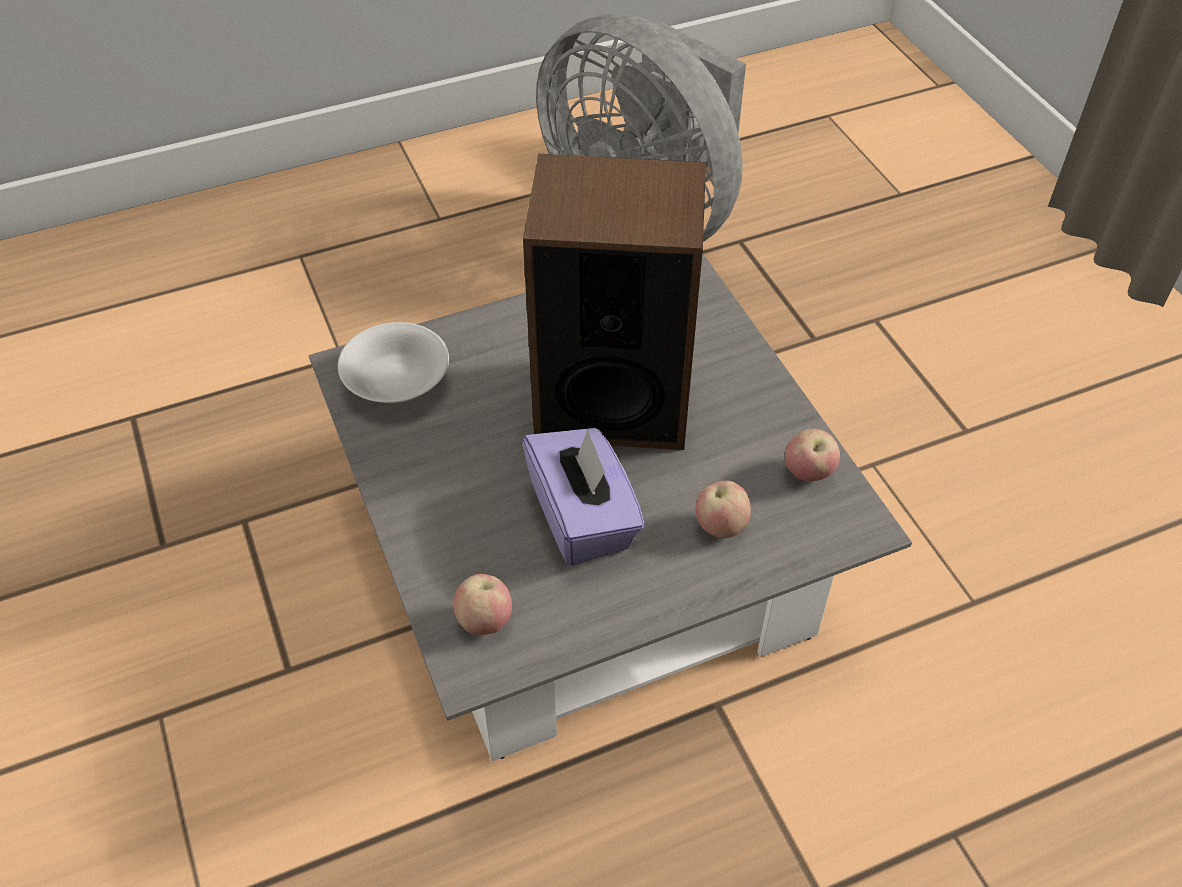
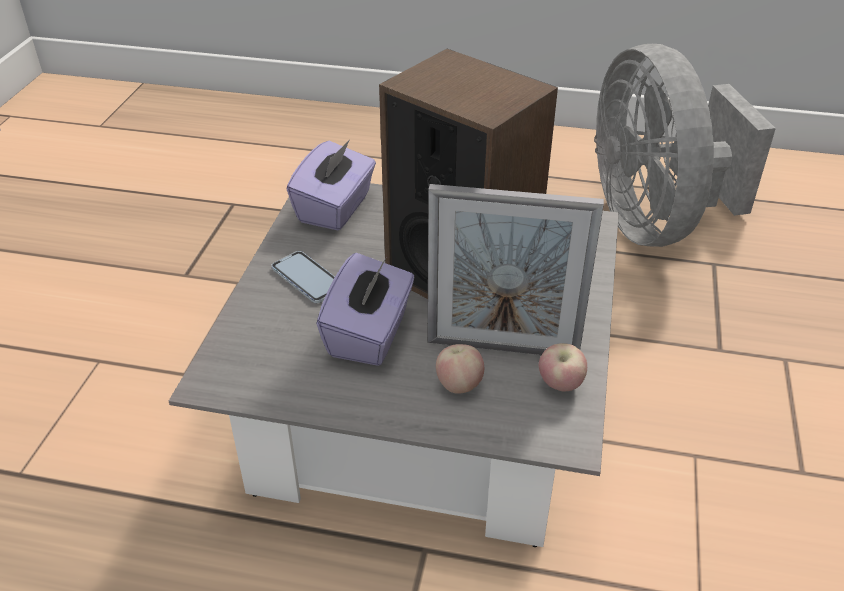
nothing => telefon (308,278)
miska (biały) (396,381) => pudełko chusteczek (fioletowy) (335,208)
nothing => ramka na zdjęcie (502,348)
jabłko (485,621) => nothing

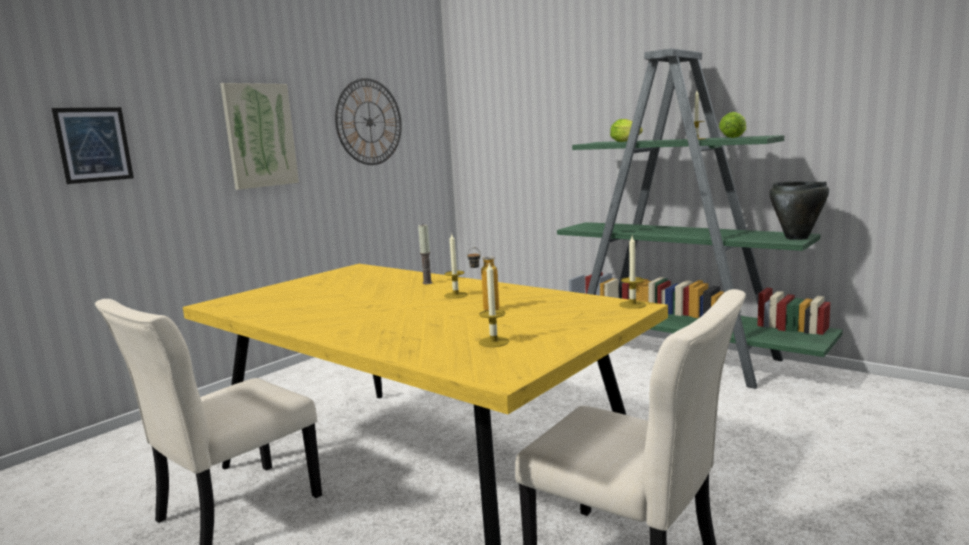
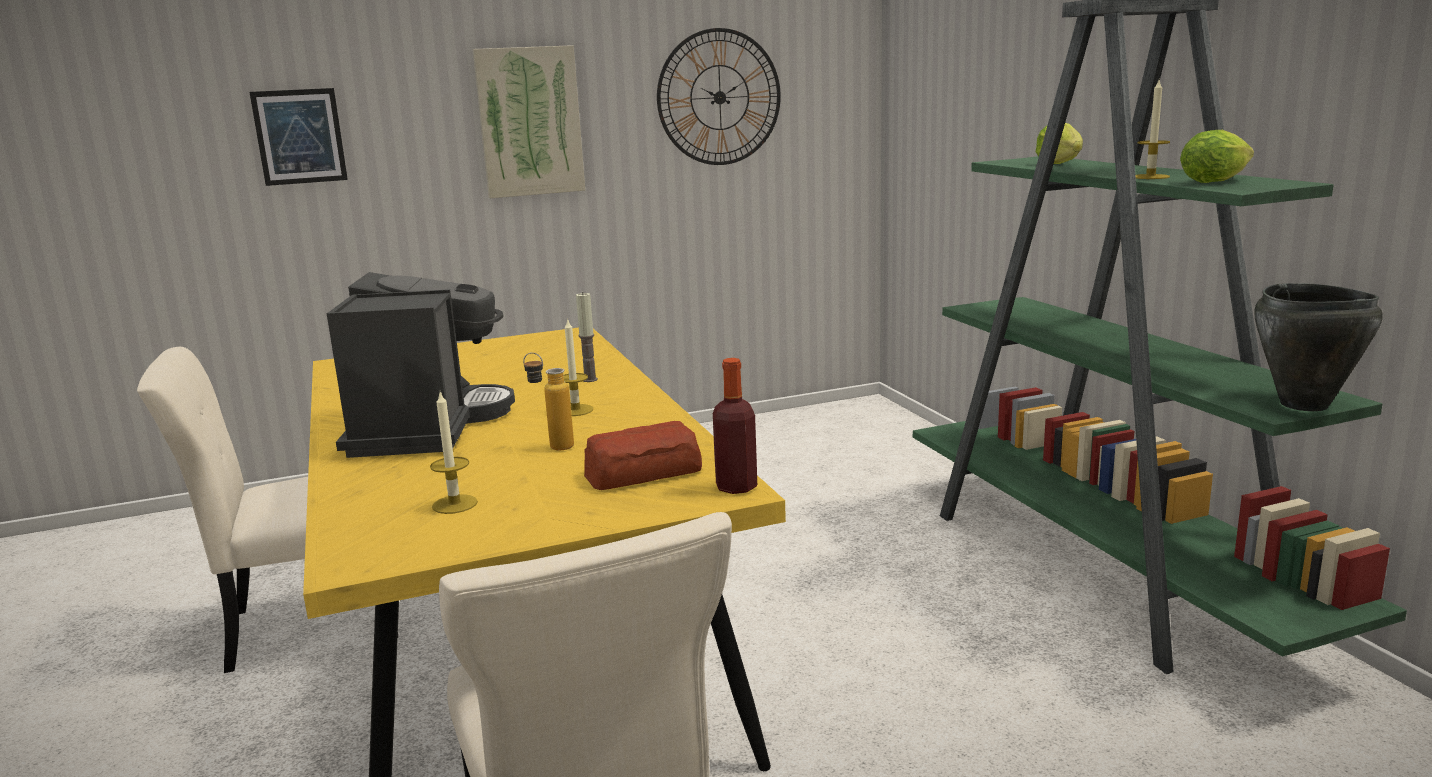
nothing => ekspres do kawy (425,427)
nothing => chleb (645,472)
świeca (632,304) => butelka (736,487)

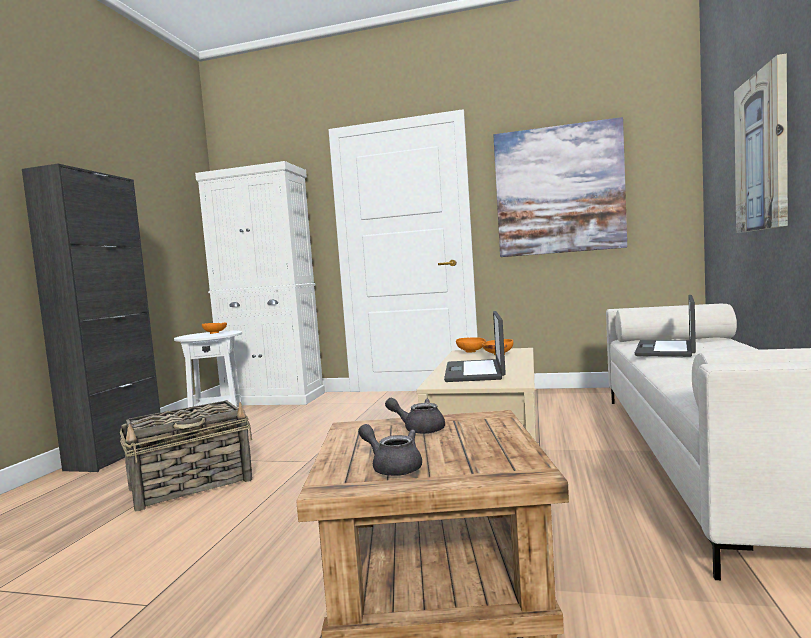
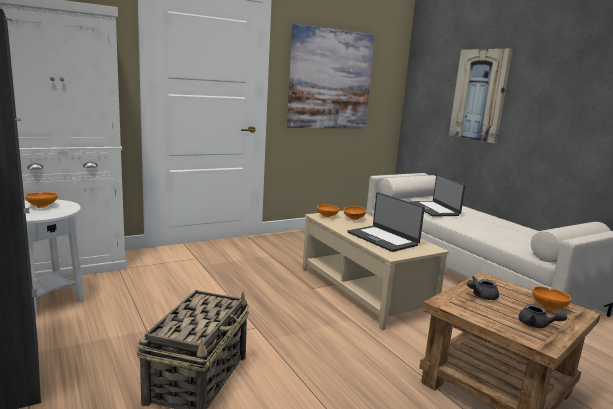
imbryk (szary) (392,467) => imbryk (szary) (537,325), 135 degrees counterclockwise
nothing => miska (pomarańczowy) (549,307)

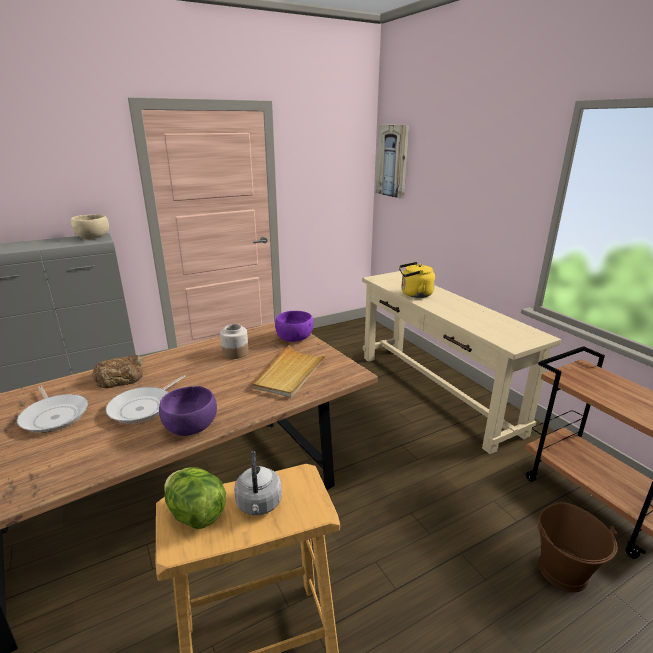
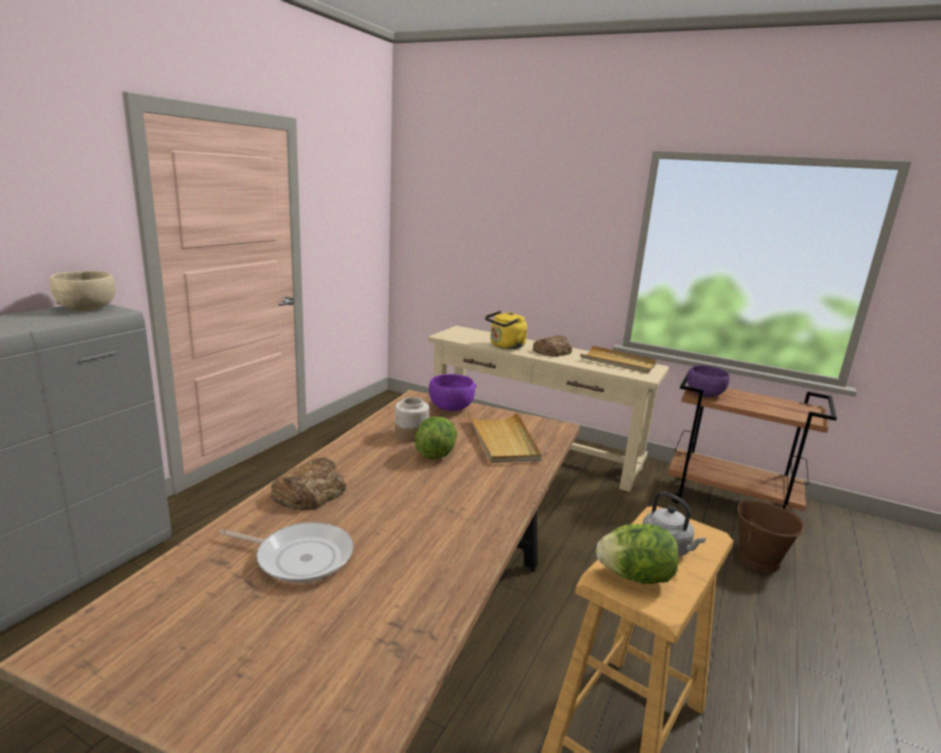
nothing => sałata (436,453)
nothing => chleb (552,351)
nothing => taca (beżowy) (618,362)
miska (fioletowy) (191,426) => miska (fioletowy) (704,393), moved
patelnia (143,407) => nothing
obraz (392,161) => nothing

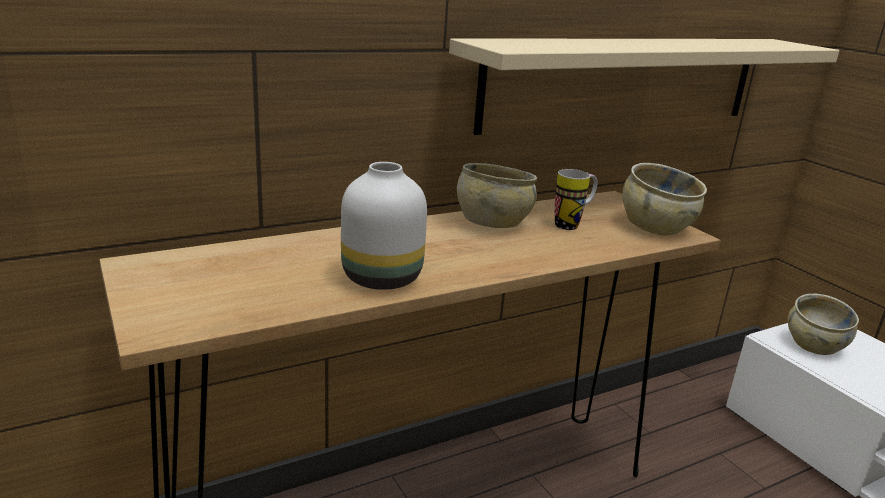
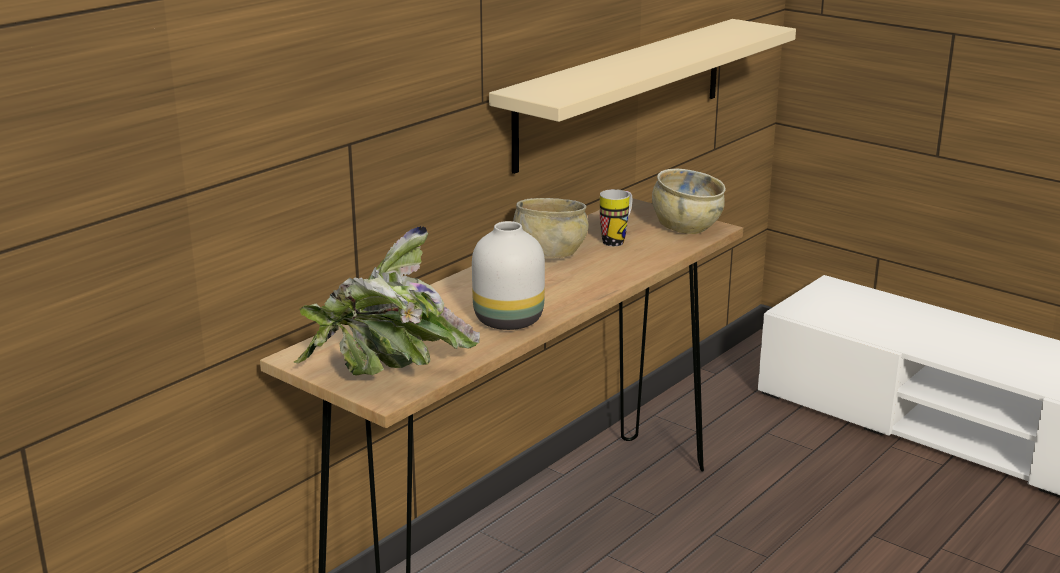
nothing => roślina doniczkowa (384,375)
miska (beżowy) (814,345) => nothing

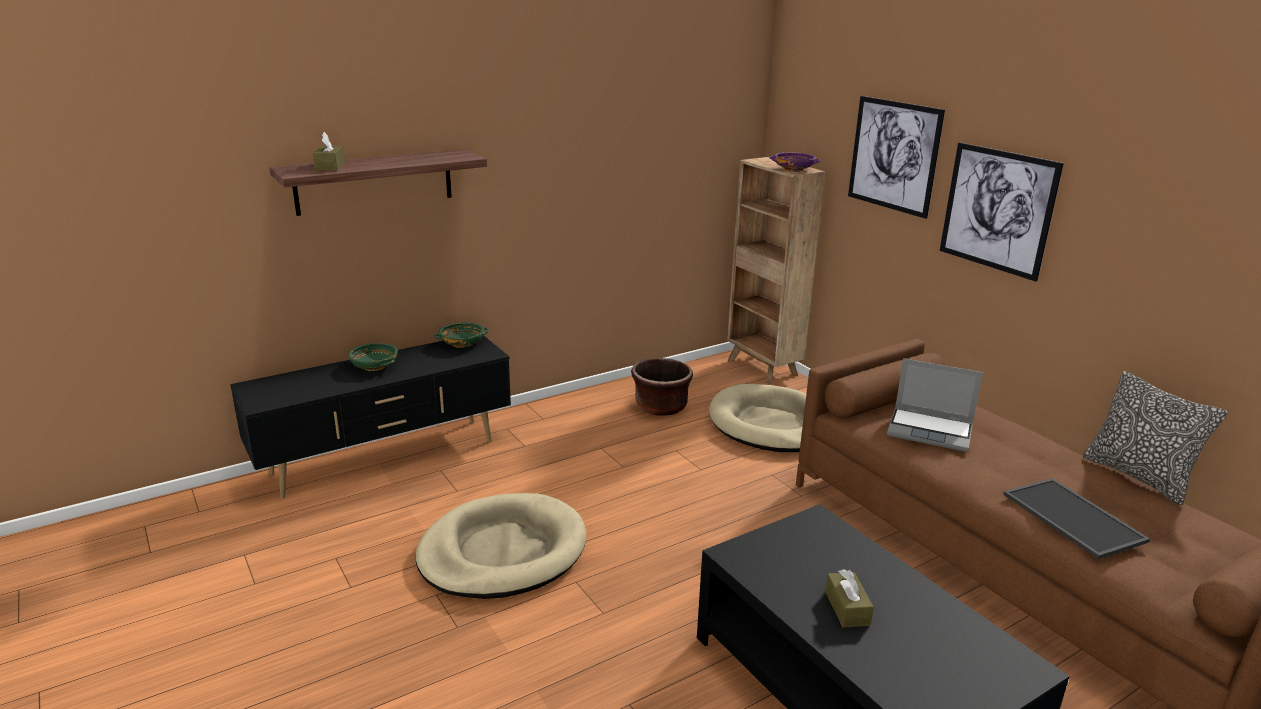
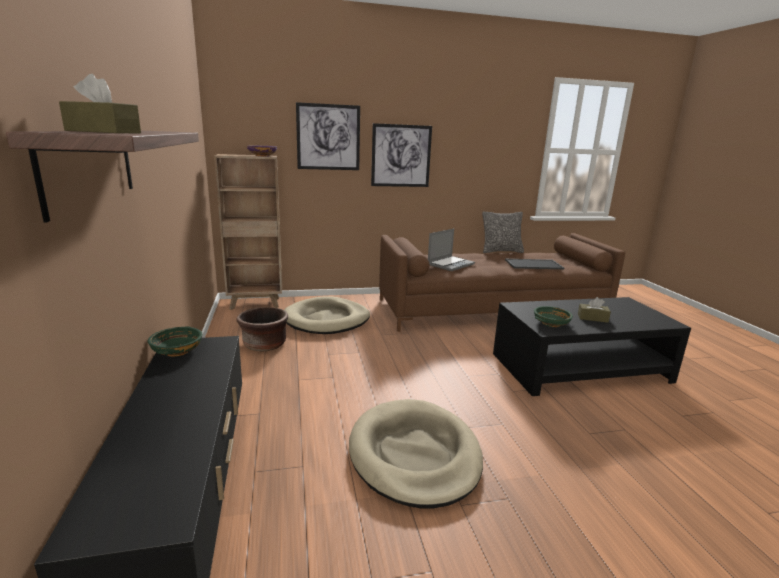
miska (zielony) (374,366) => miska (zielony) (551,324), moved

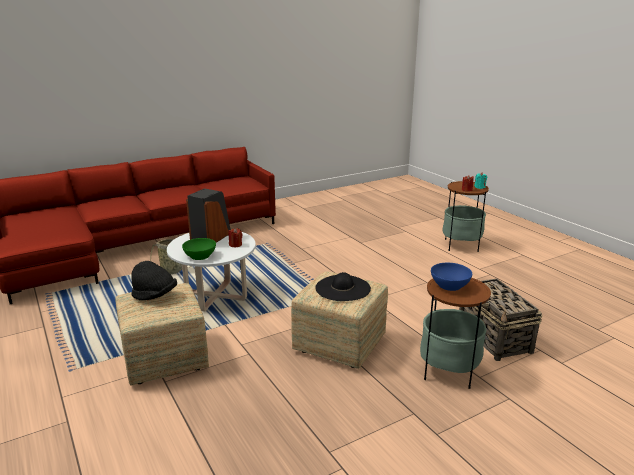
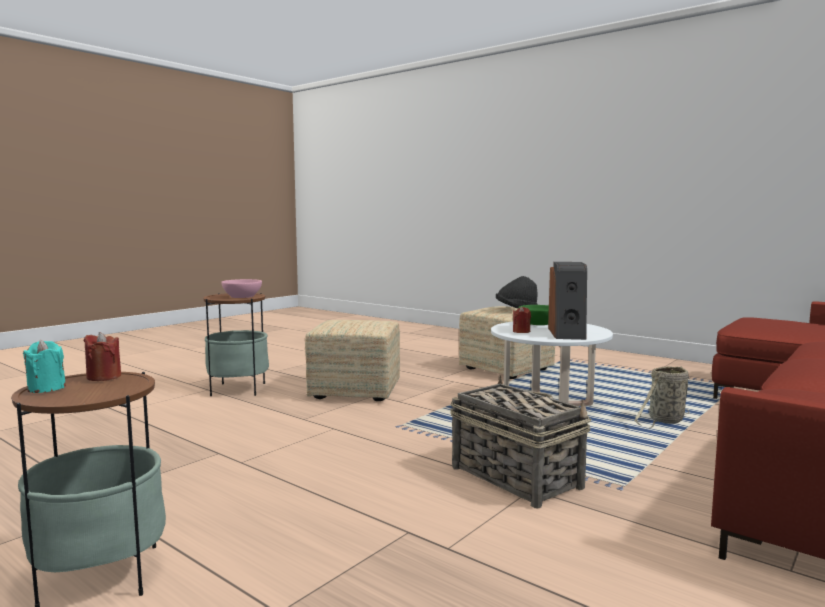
miska (niebieski) (449,285) => miska (różowy) (242,296)
koszyk (494,338) => koszyk (514,476), moved
kapelusz (czarny) (343,288) => nothing

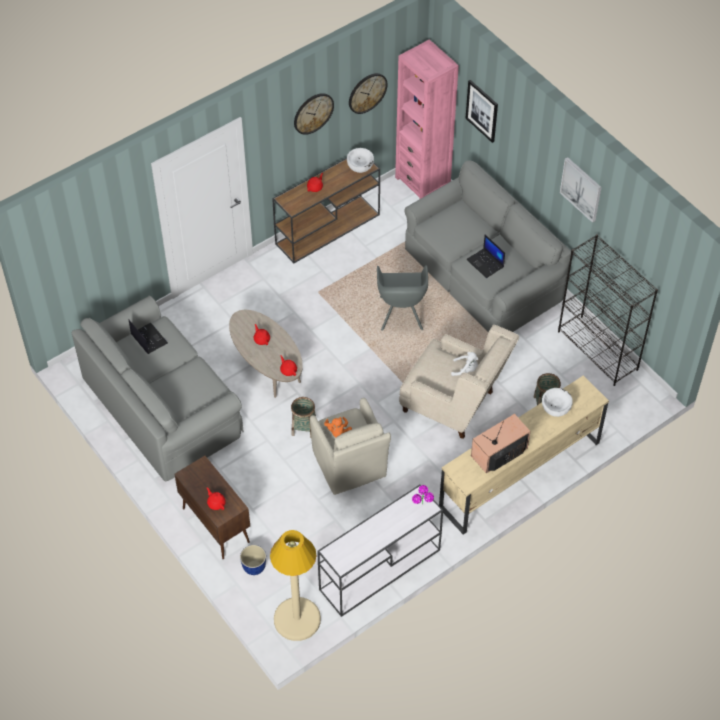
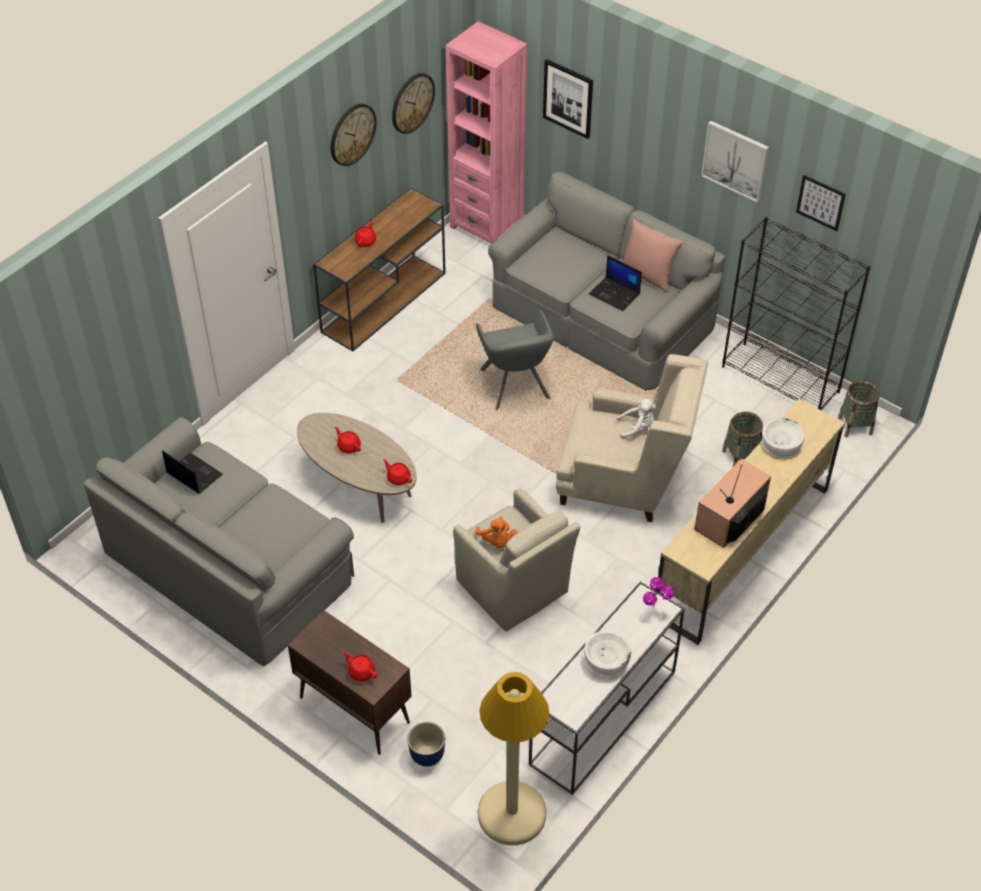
miska (biały) (360,165) => miska (biały) (606,660), moved
nothing => poduszka (różowy) (648,276)
nothing => obraz (820,202)
koszyk (304,428) => koszyk (855,425), moved

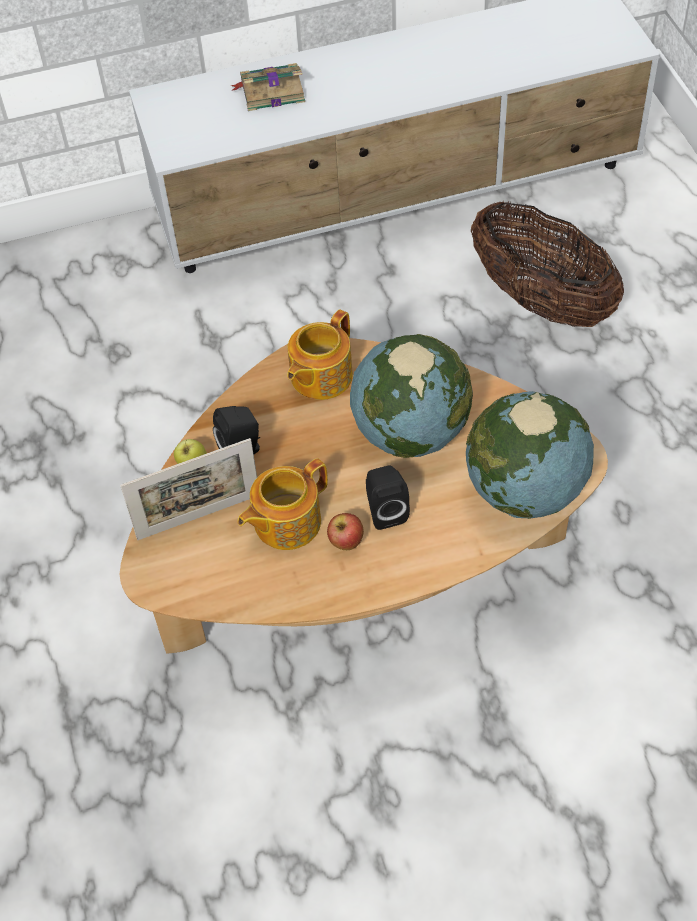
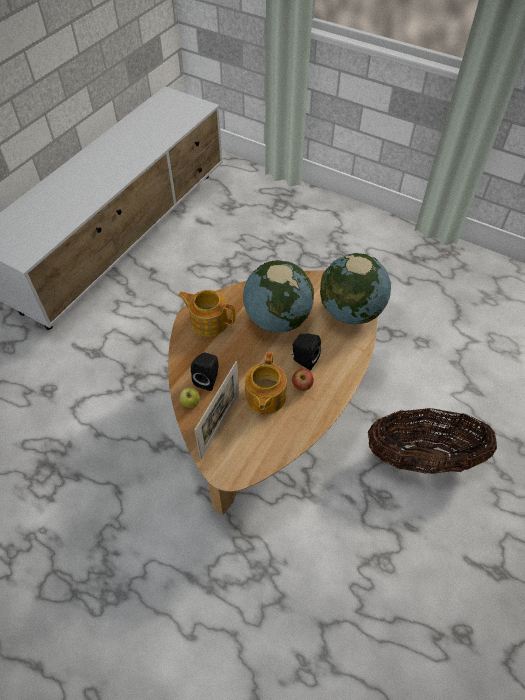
imbryk (320,376) => imbryk (208,321), 120 degrees clockwise
koszyk (541,301) => koszyk (422,458), moved
książka (270,91) => nothing

